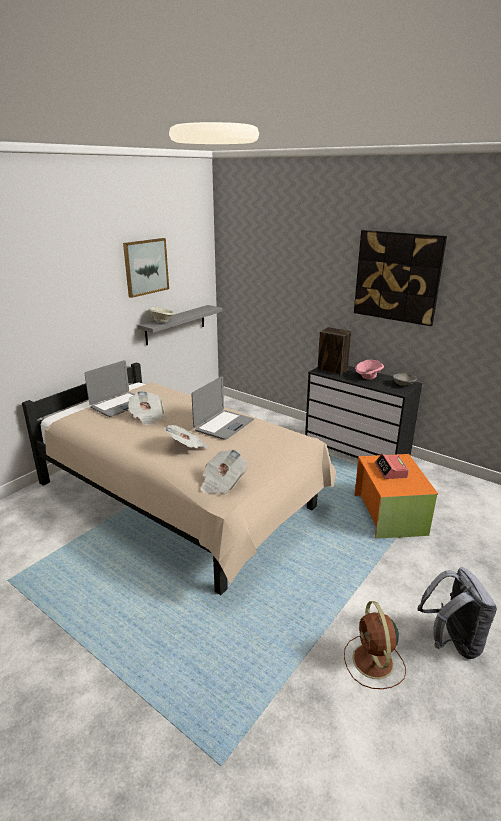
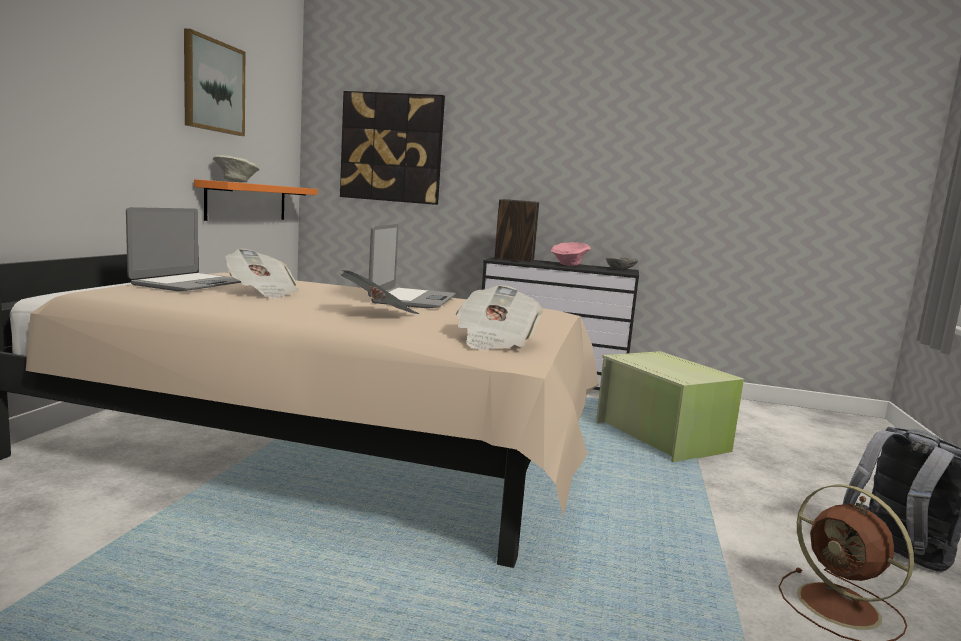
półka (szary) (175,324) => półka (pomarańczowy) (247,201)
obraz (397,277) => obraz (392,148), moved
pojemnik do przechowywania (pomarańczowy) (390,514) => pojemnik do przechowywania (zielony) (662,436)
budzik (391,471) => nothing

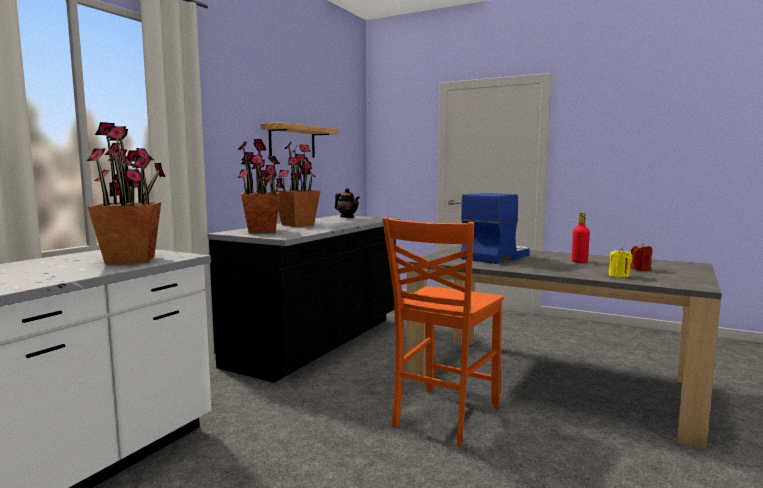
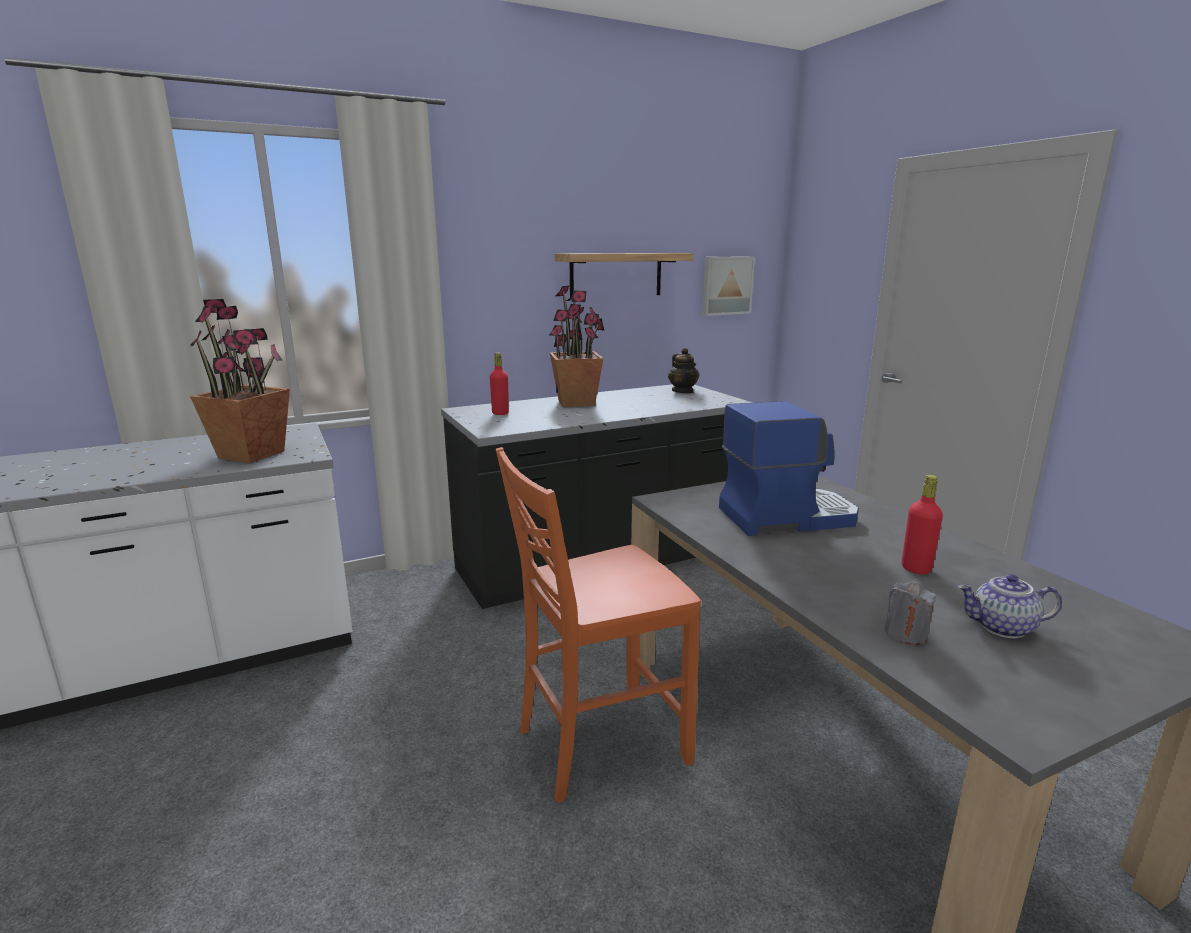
roślina doniczkowa (262,231) => butelka (czerwony) (500,413)
nothing => obraz (726,285)
świeca (żółty) (619,276) => świeca (szary) (905,634)
świeca (czerwony) (640,269) => imbryk (1002,628)

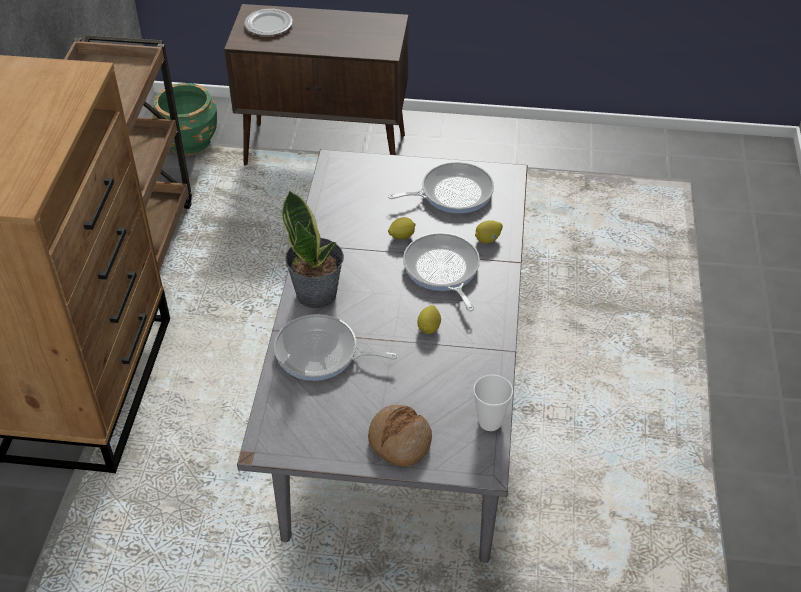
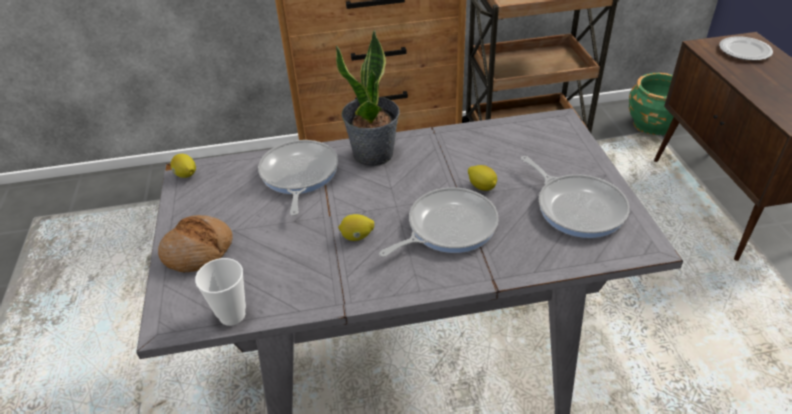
cytryna (488,239) => cytryna (186,175), moved

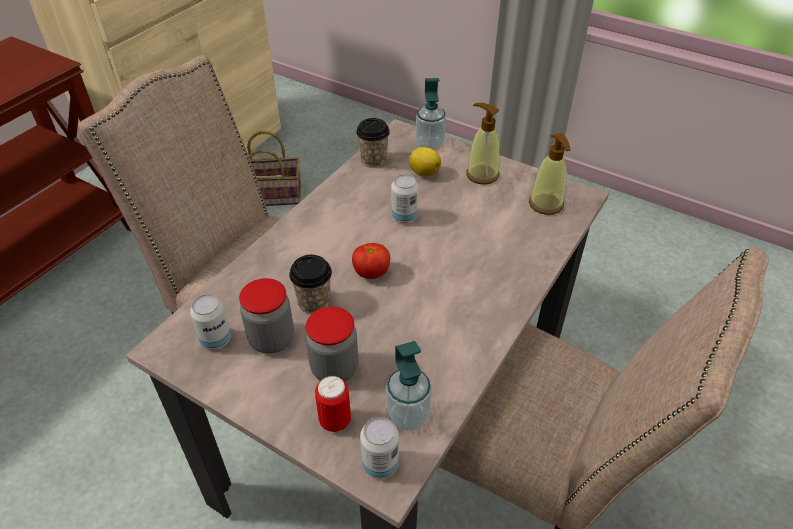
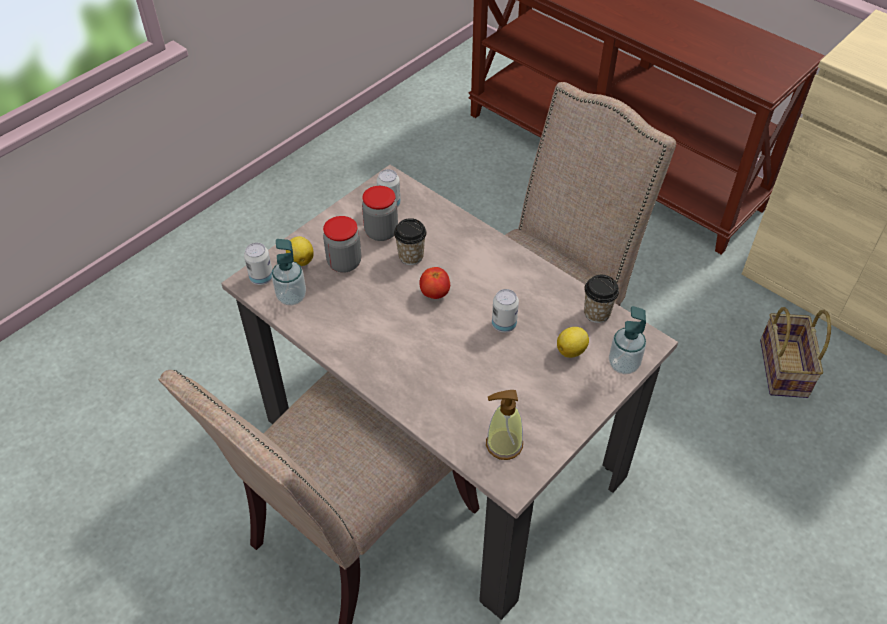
puszka (335,421) => cytryna (301,259)
dozownik mydła (482,175) => nothing

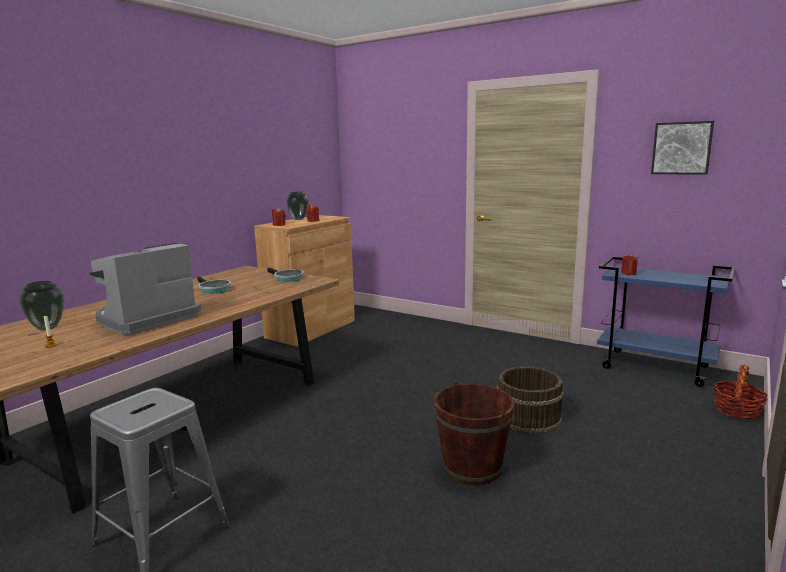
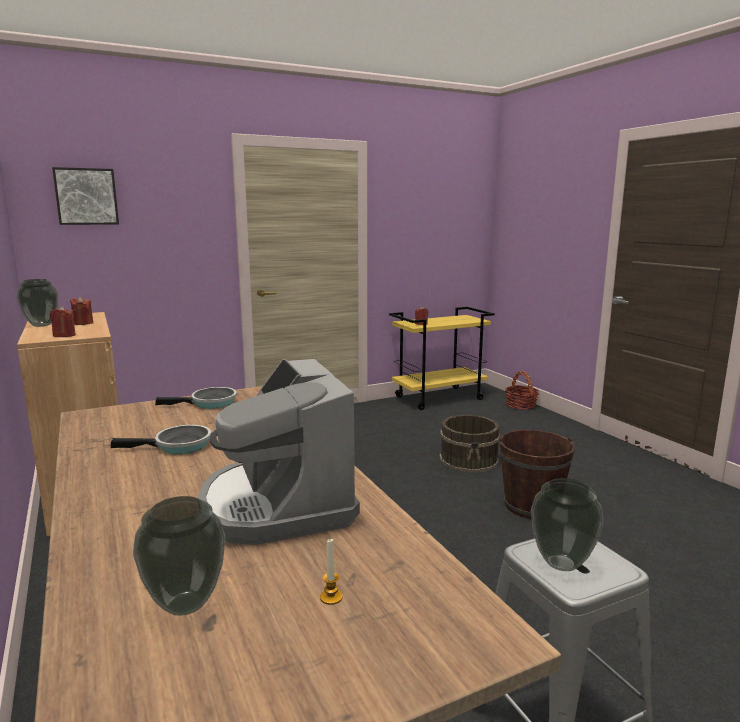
obraz (681,148) => obraz (86,196), moved
wózek (niebieski) (656,367) => wózek (żółty) (439,398)
nothing => wazon (560,563)

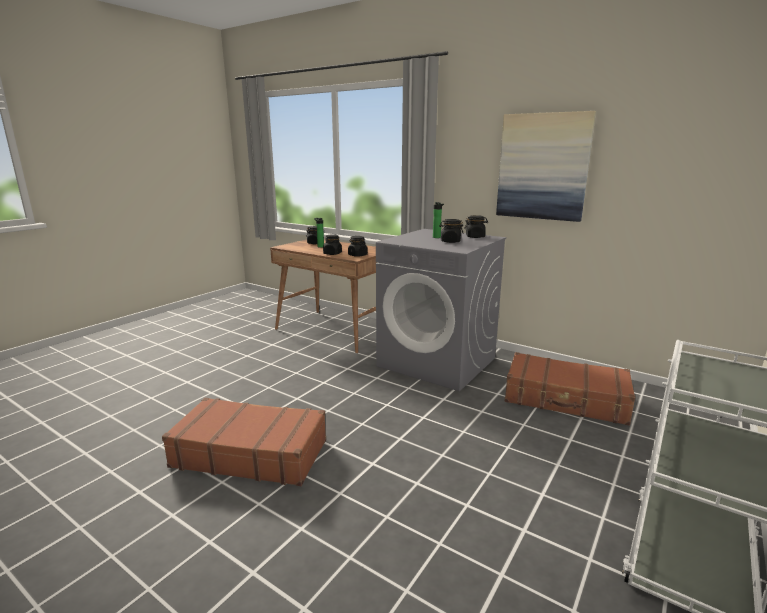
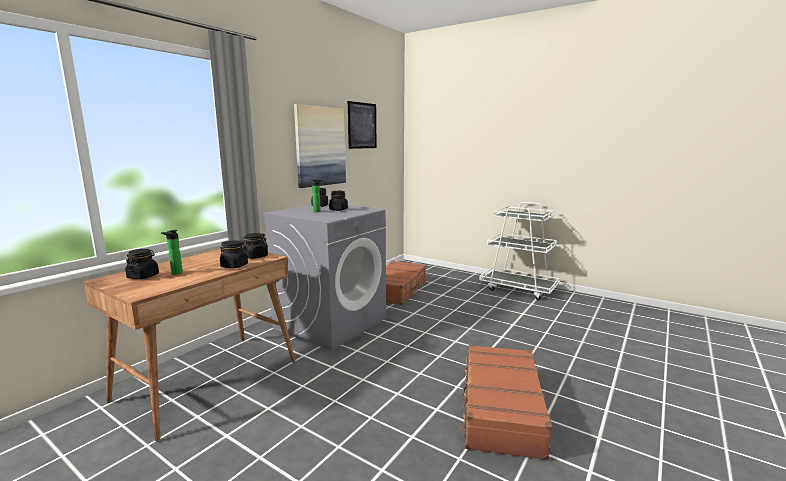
nothing => obraz (362,125)

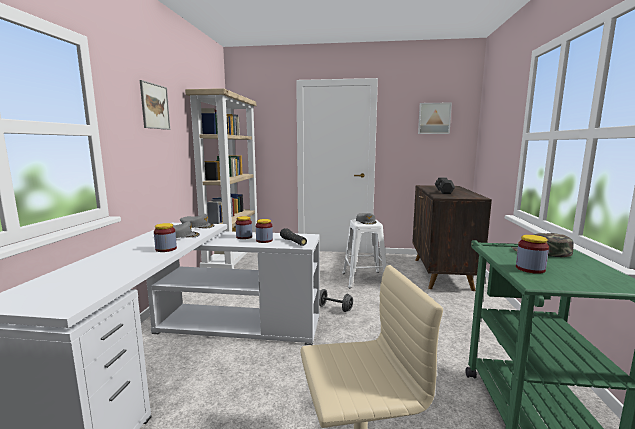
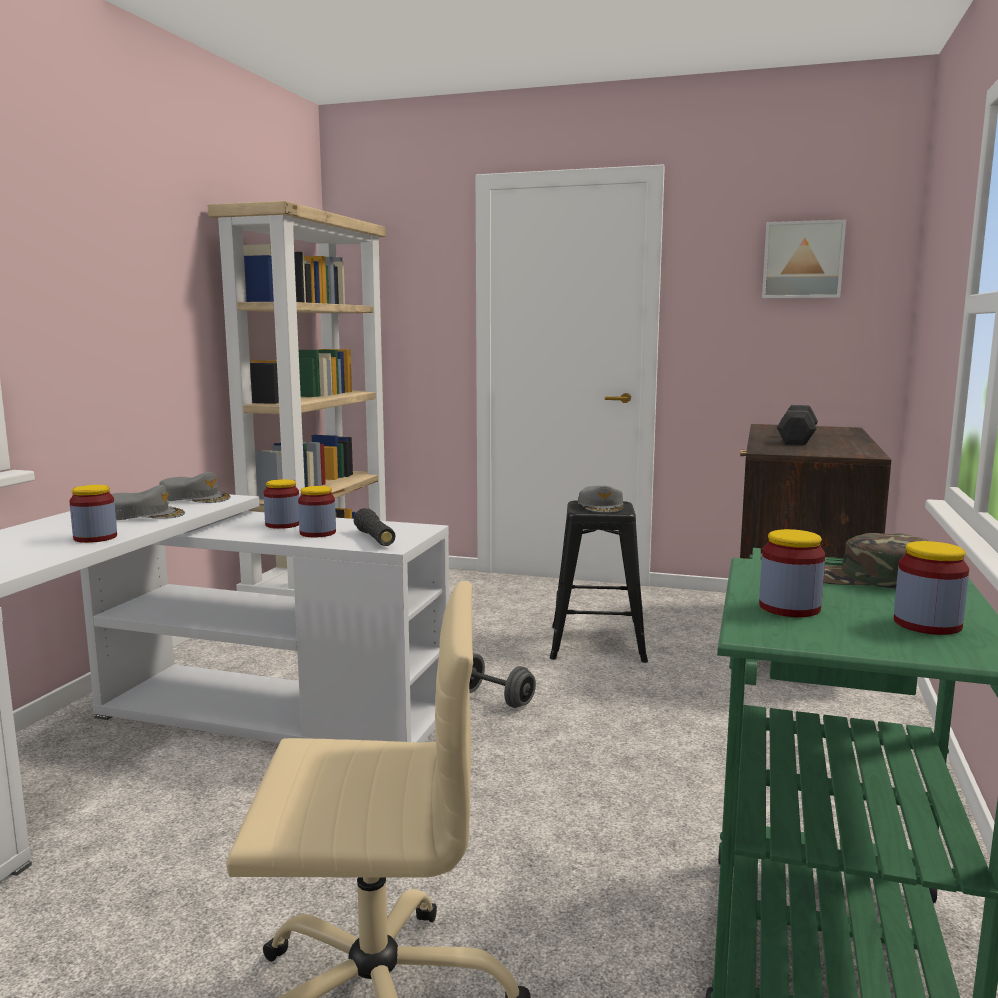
stołek (biały) (363,279) => stołek (czarny) (596,642)
nothing => słoik (927,624)
obraz (155,106) => nothing

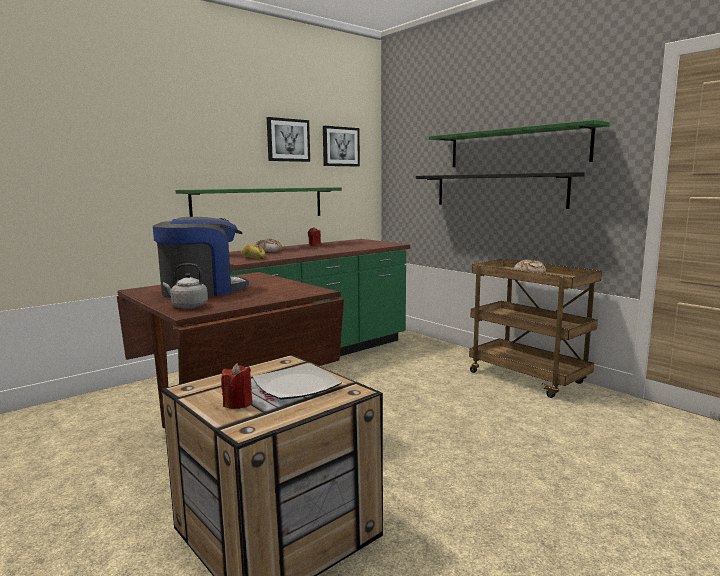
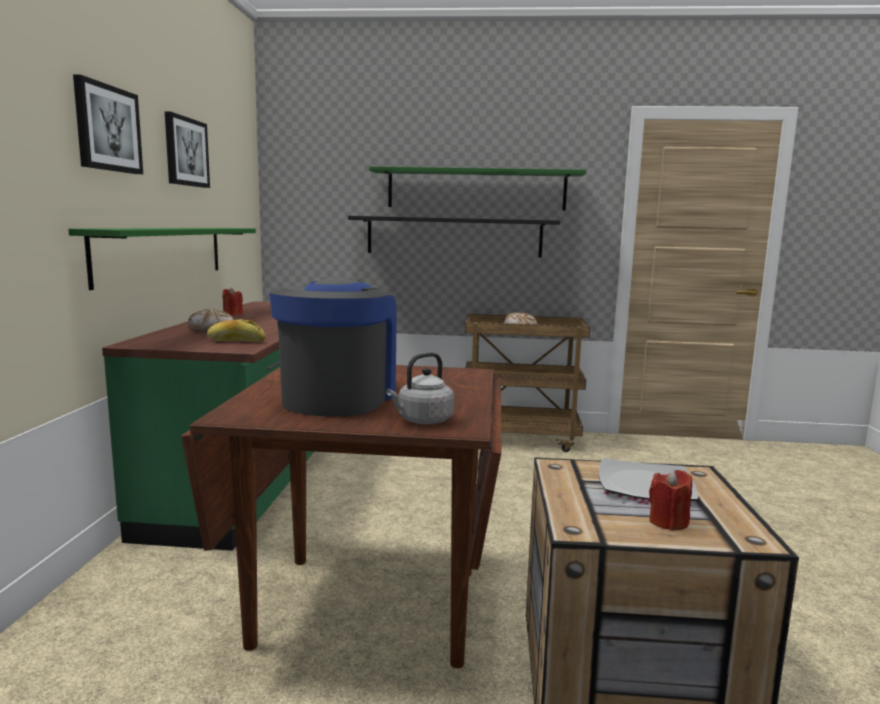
obraz (340,146) => obraz (107,128), moved

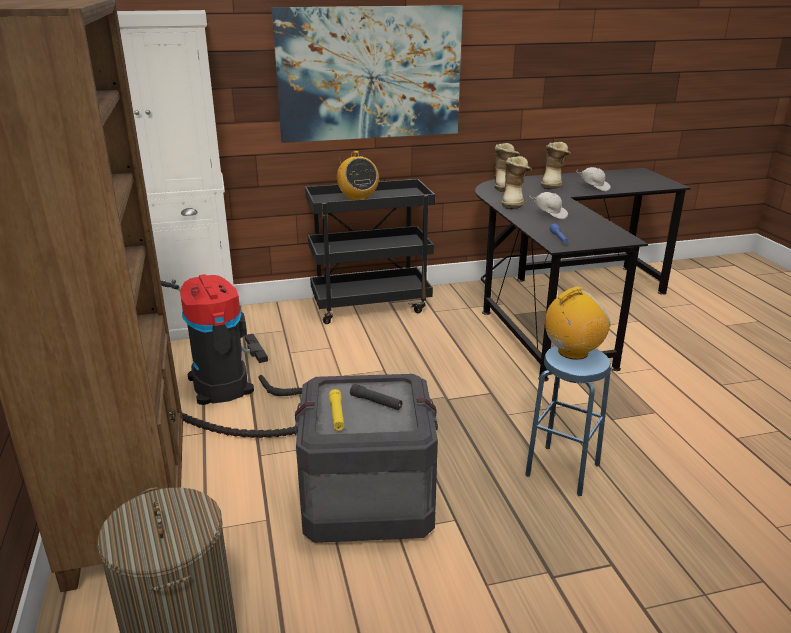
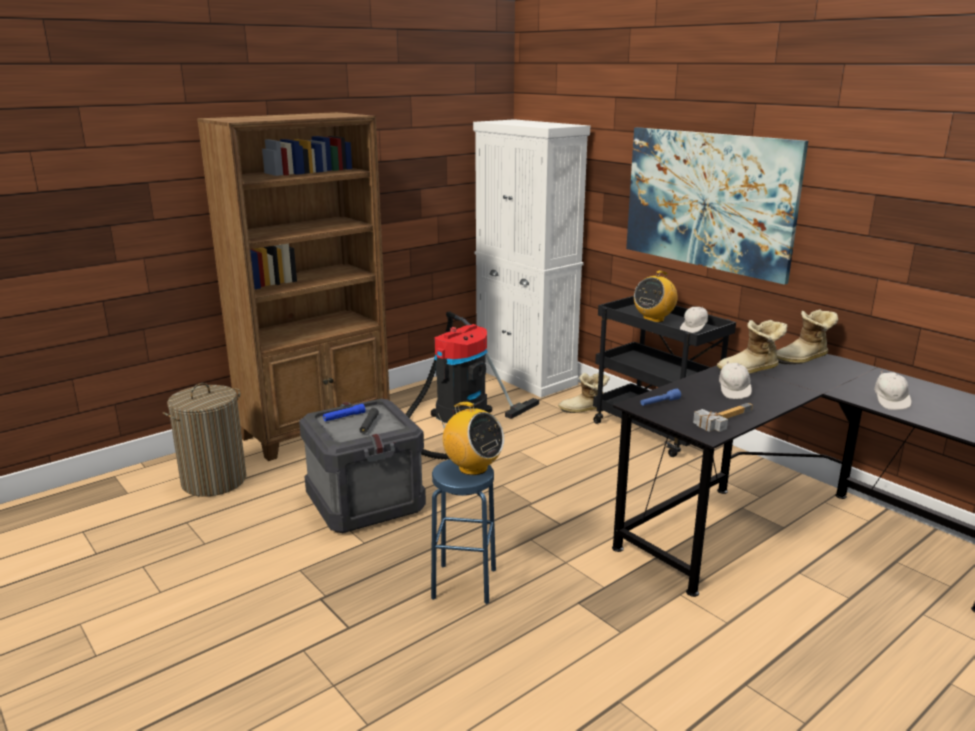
latarka (żółty) (337,415) => latarka (niebieski) (344,417)
but z cholewką (553,183) => but z cholewką (584,410), moved
nothing => czapka z daszkiem (biały) (694,329)
nothing => młotek (721,419)

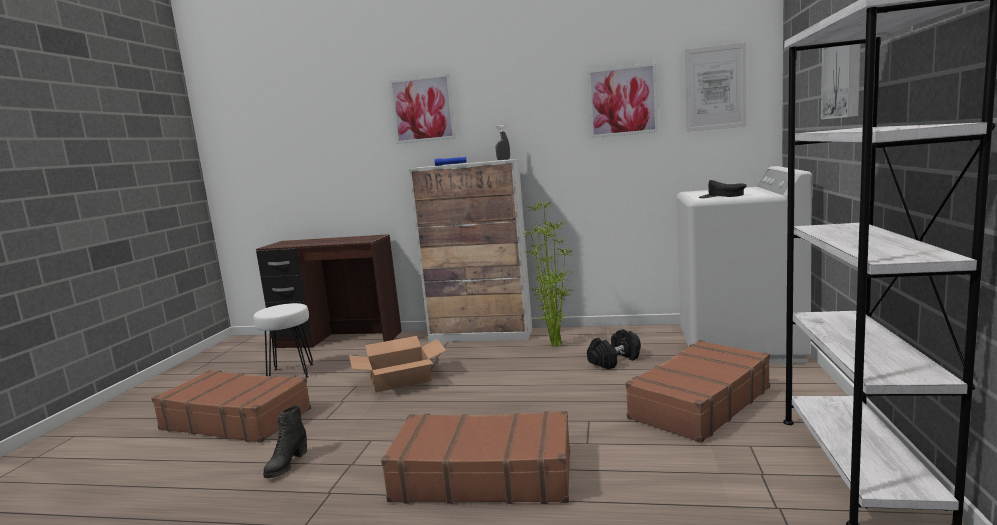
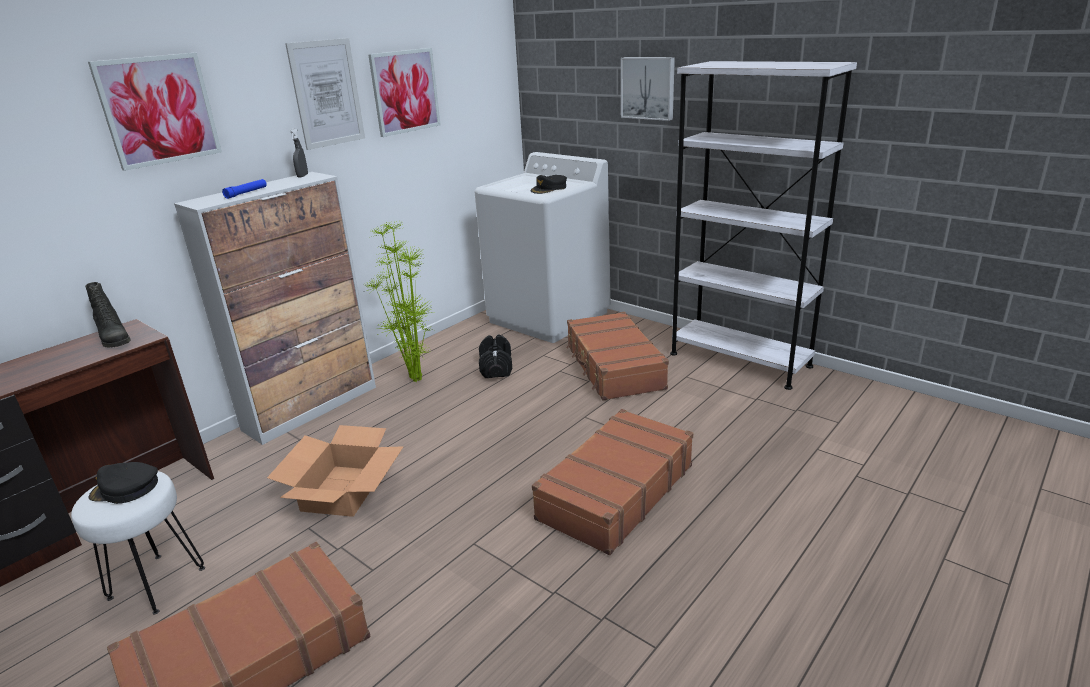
but z cholewką (czarny) (286,465) => but z cholewką (czarny) (114,340), moved
nothing => czapka z daszkiem (czarny) (125,489)
obraz (715,88) => obraz (327,93), moved

